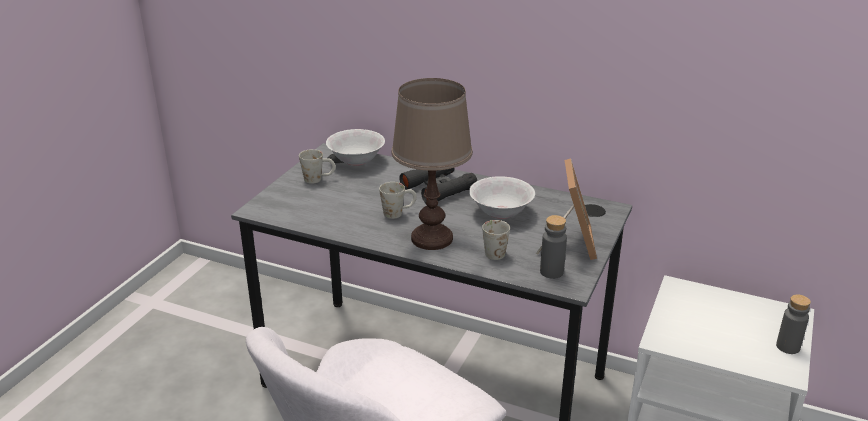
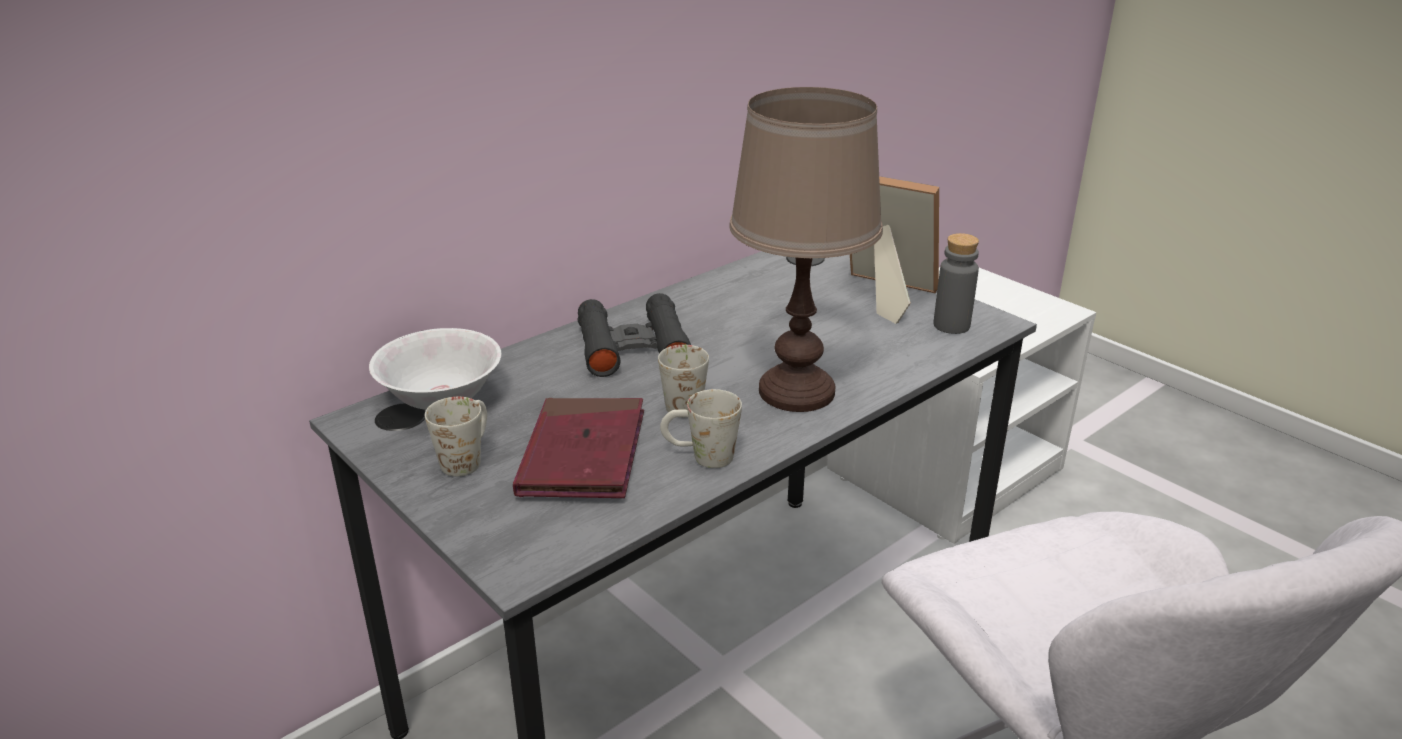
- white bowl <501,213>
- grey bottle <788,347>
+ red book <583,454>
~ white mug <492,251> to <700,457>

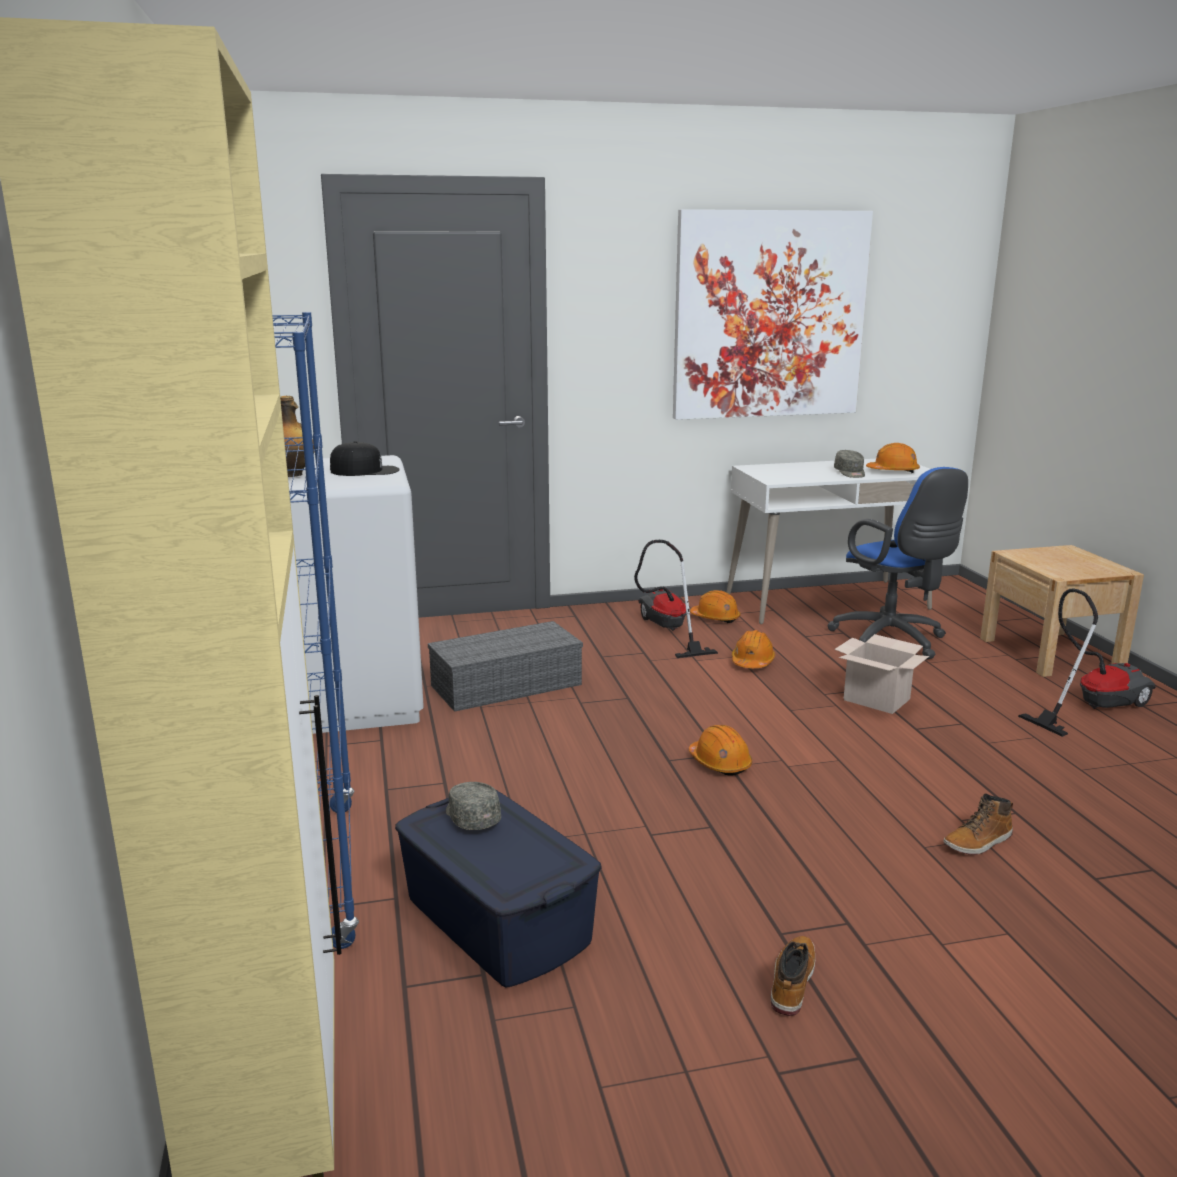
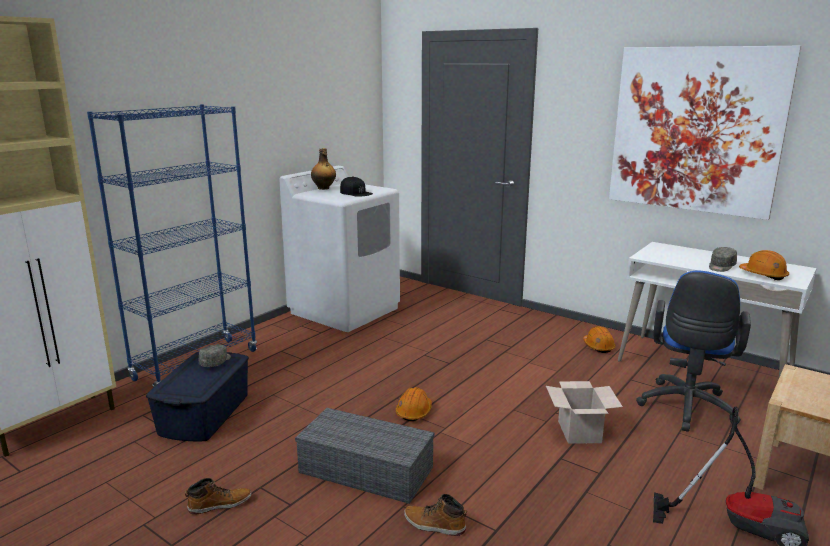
- vacuum cleaner <667,630>
- orange hard hat <752,662>
~ grey storage box <507,684> to <368,469>

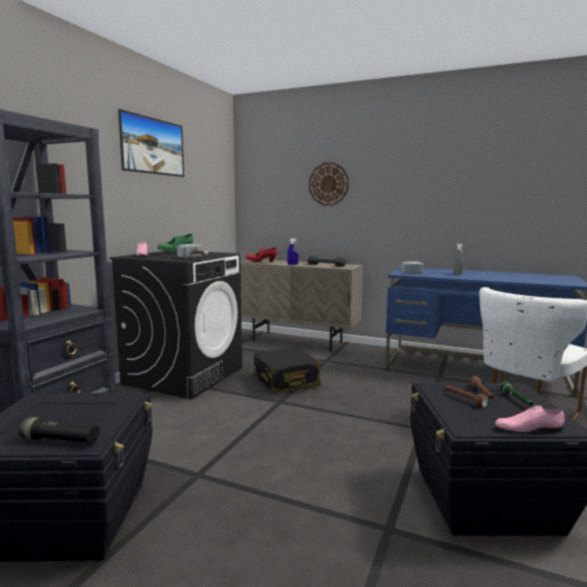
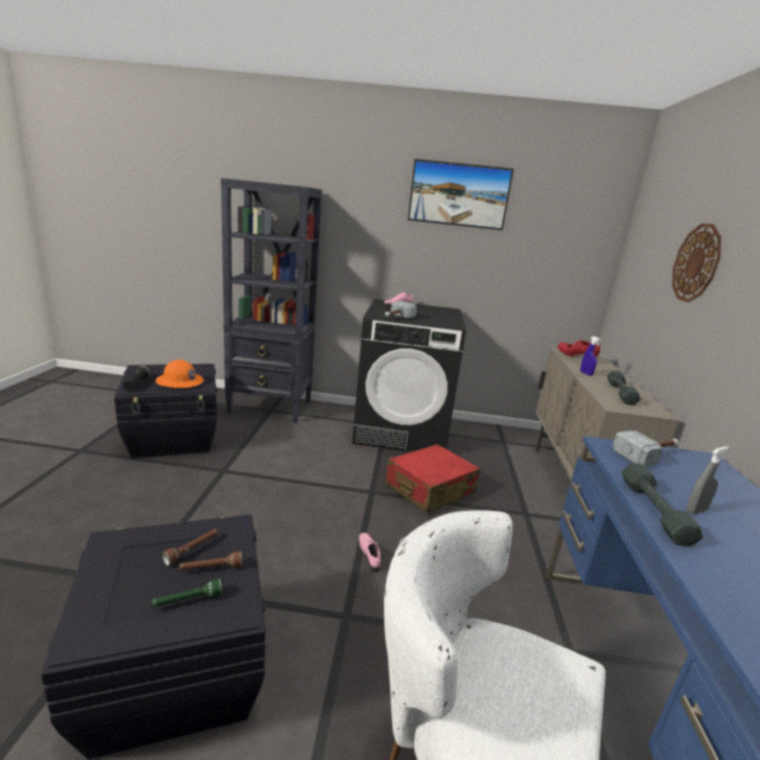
- green shoe <175,252>
+ orange hard hat <180,382>
+ grey dumbbell <654,510>
~ pink shoe <527,428> to <370,553>
~ black suitcase <285,381> to red suitcase <429,489>

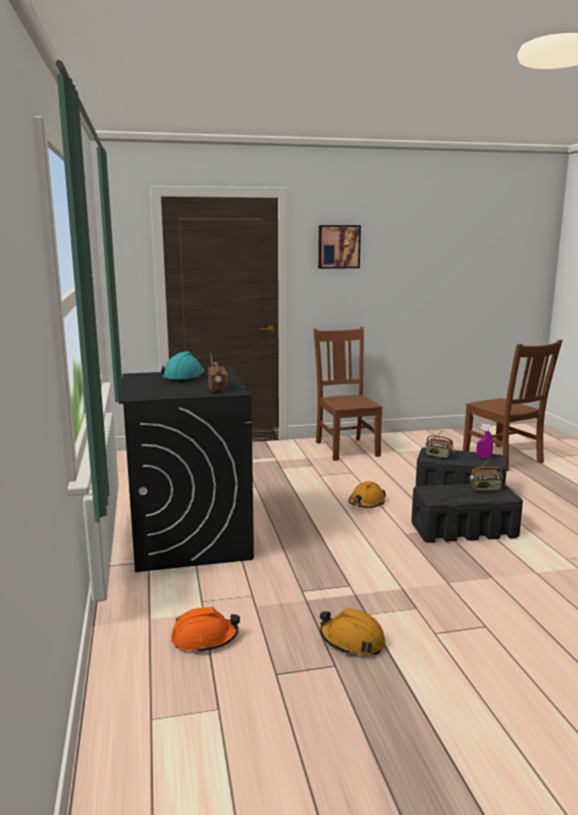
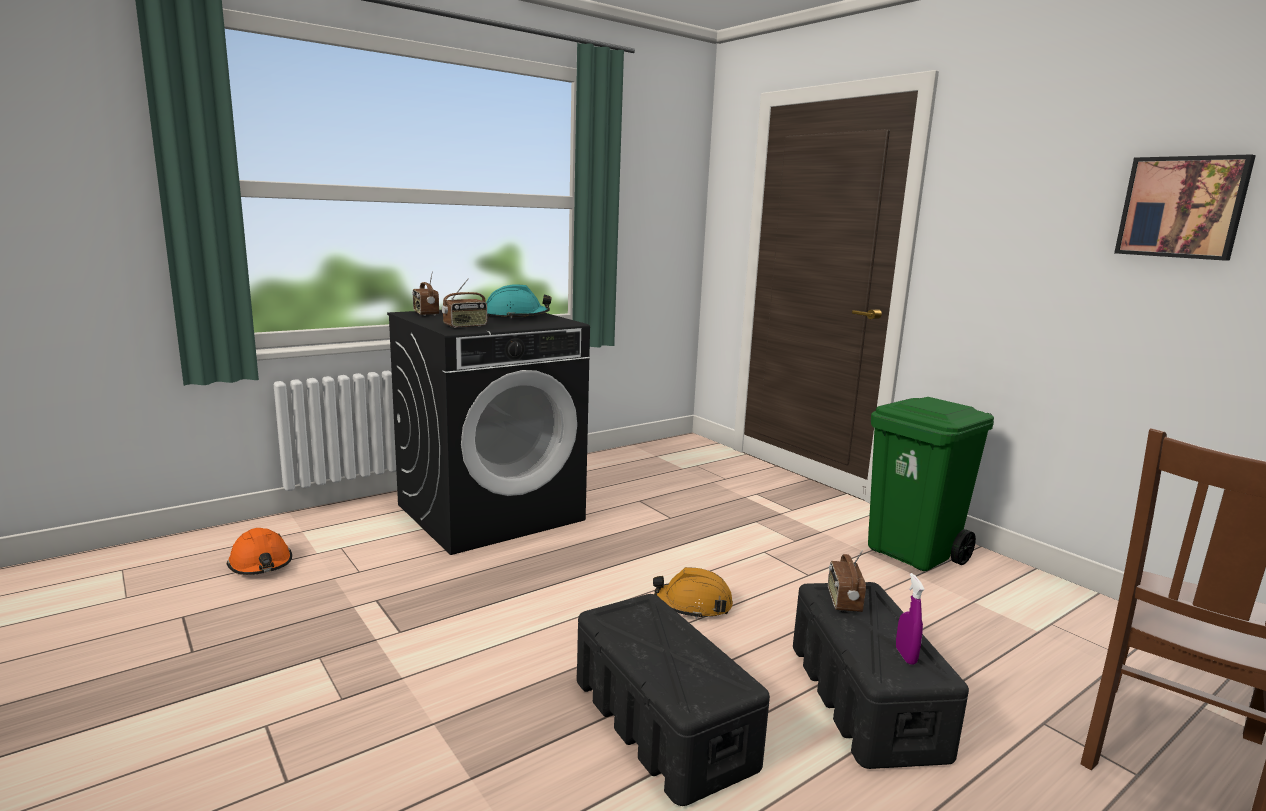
- orange hard hat <352,641>
~ picture <338,246> to <1182,207>
~ radio <485,489> to <425,313>
~ brown chair <346,448> to green trash can <913,553>

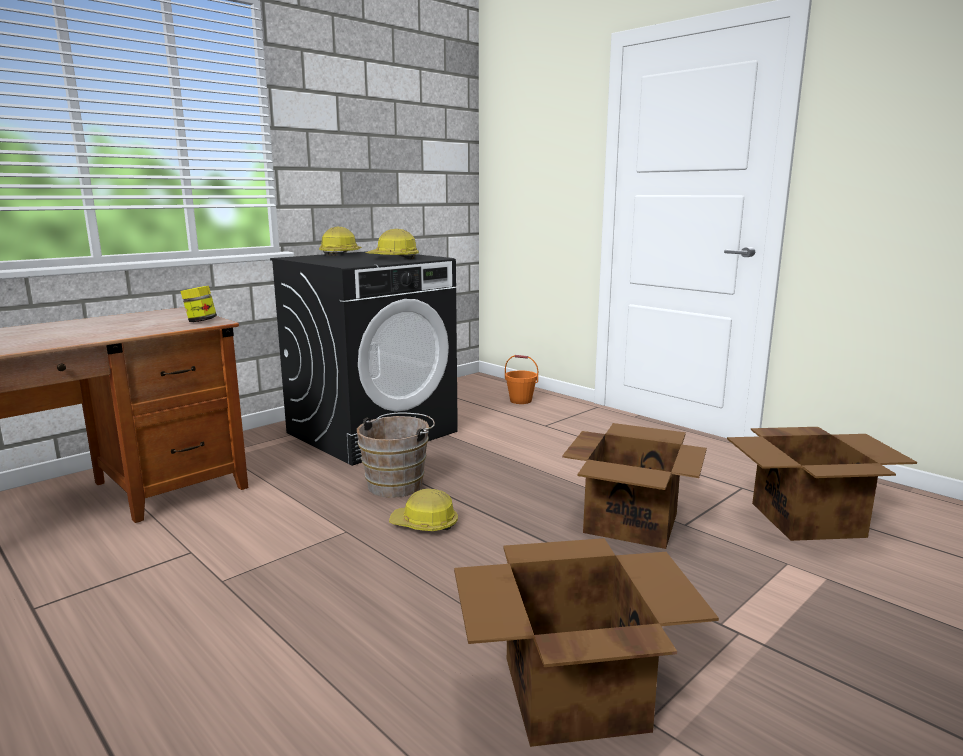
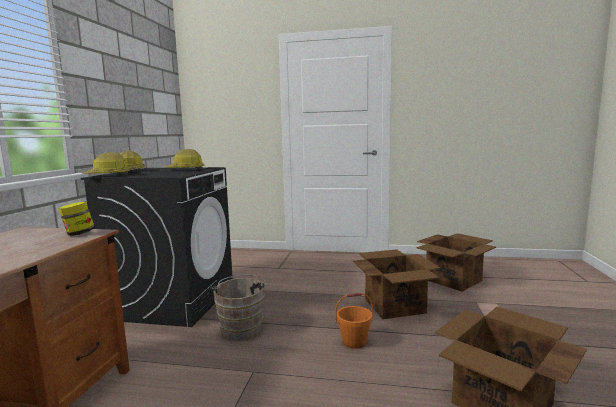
~ hard hat <424,524> to <108,176>
~ orange bucket <521,400> to <354,341>

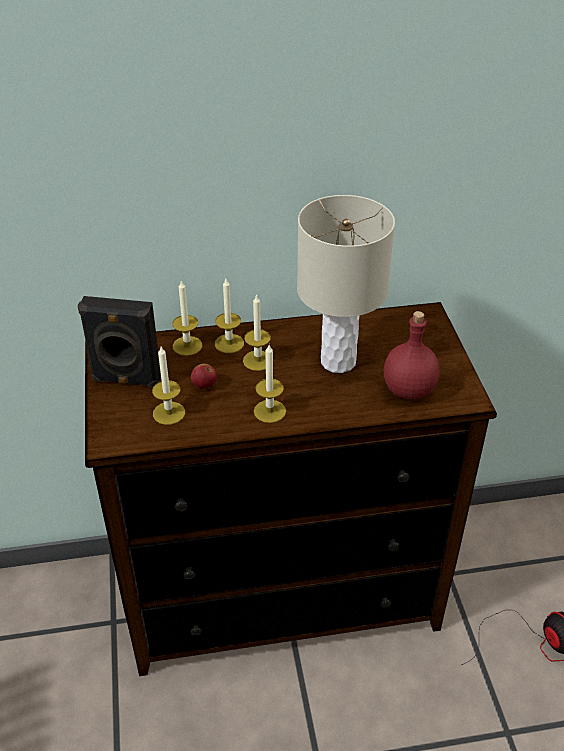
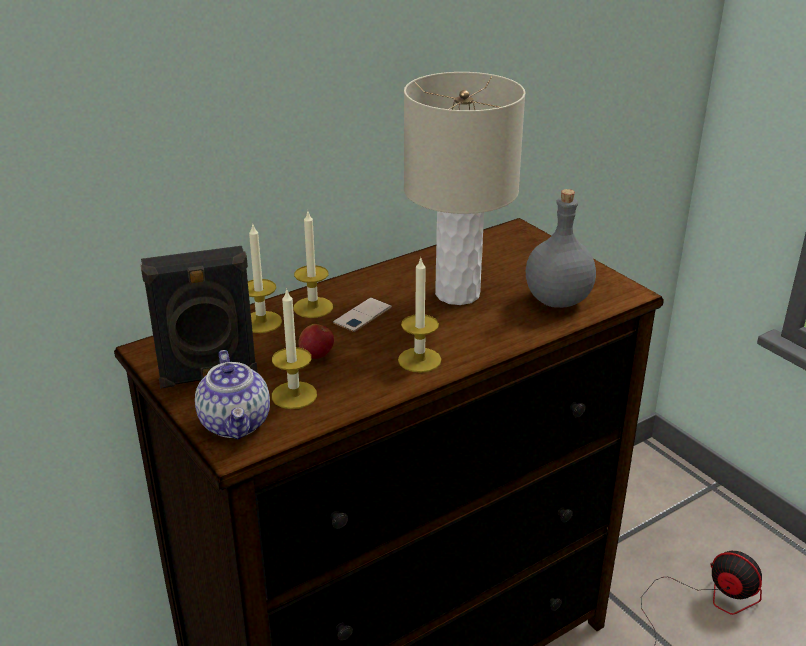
+ teapot <236,423>
~ candle <258,360> to phone <362,315>
~ red bottle <409,389> to grey bottle <557,299>

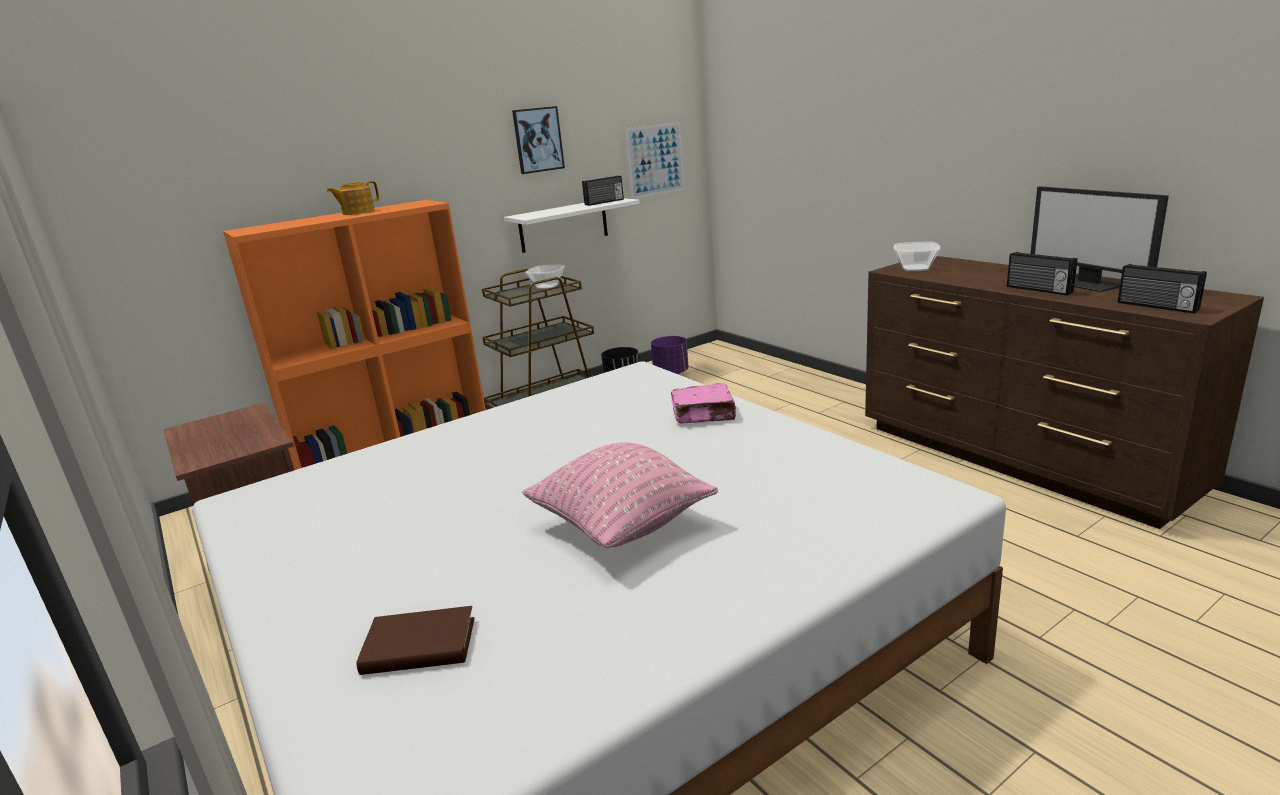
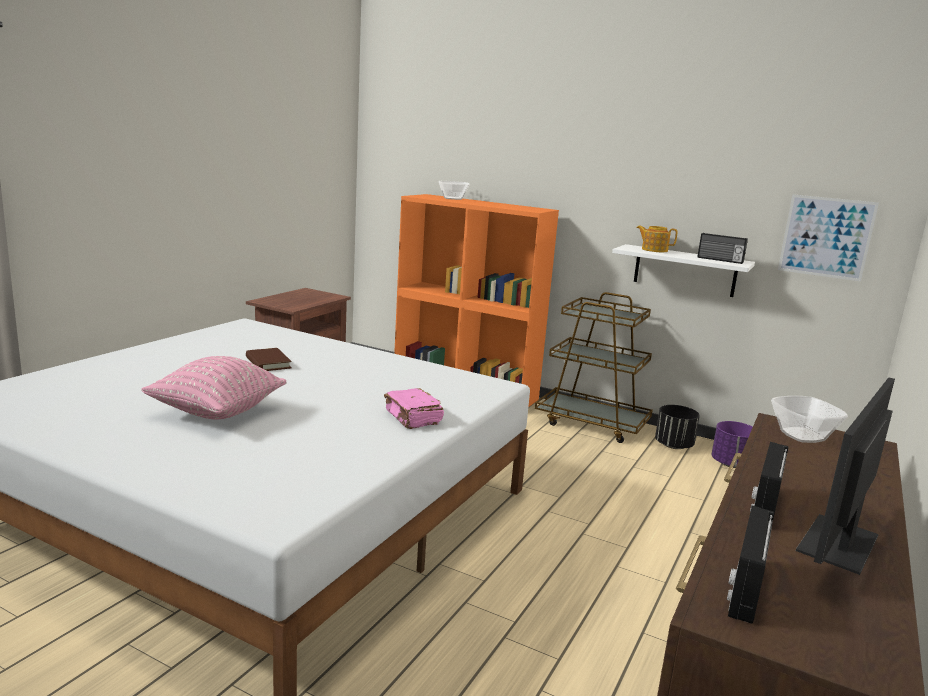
- picture <538,140>
~ teapot <357,212> to <654,250>
~ brown book <419,646> to <268,363>
~ bowl <547,286> to <453,198>

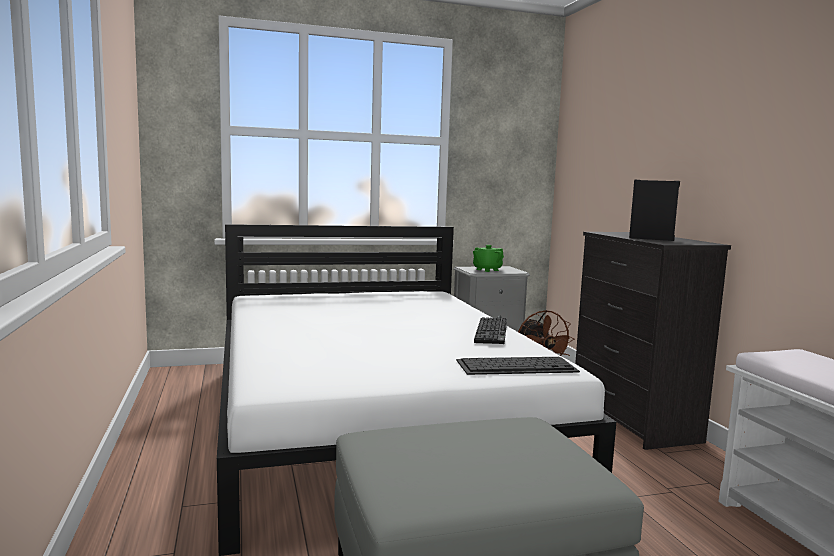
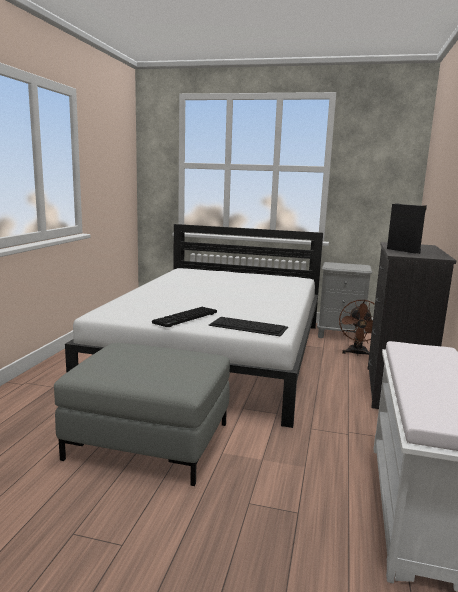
- green teapot <487,270>
~ keyboard <493,332> to <186,318>

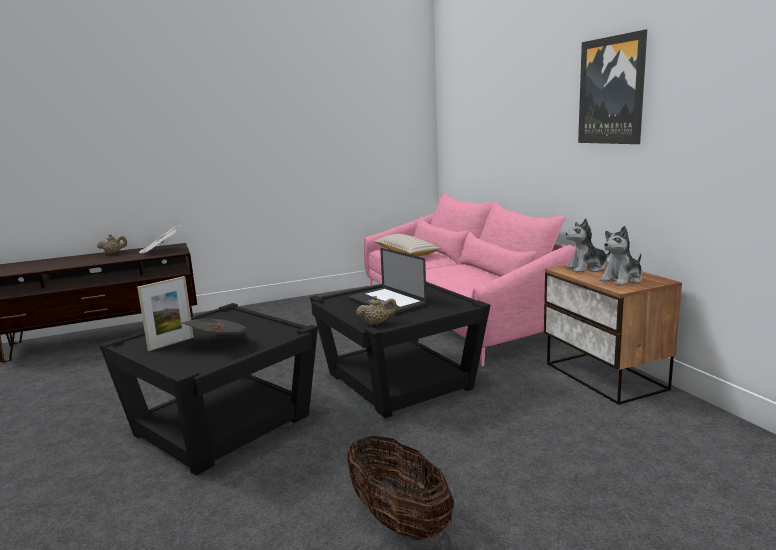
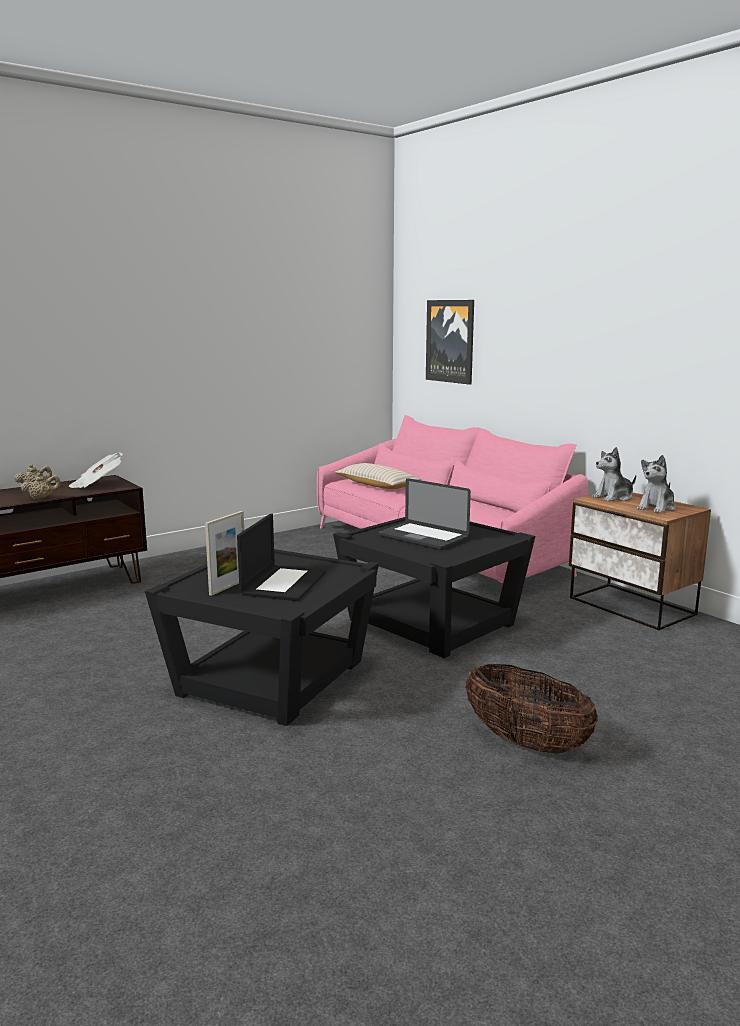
~ beige teapot <377,323> to <42,498>
~ picture <612,91> to <450,341>
~ newspaper <219,342> to laptop <283,583>

